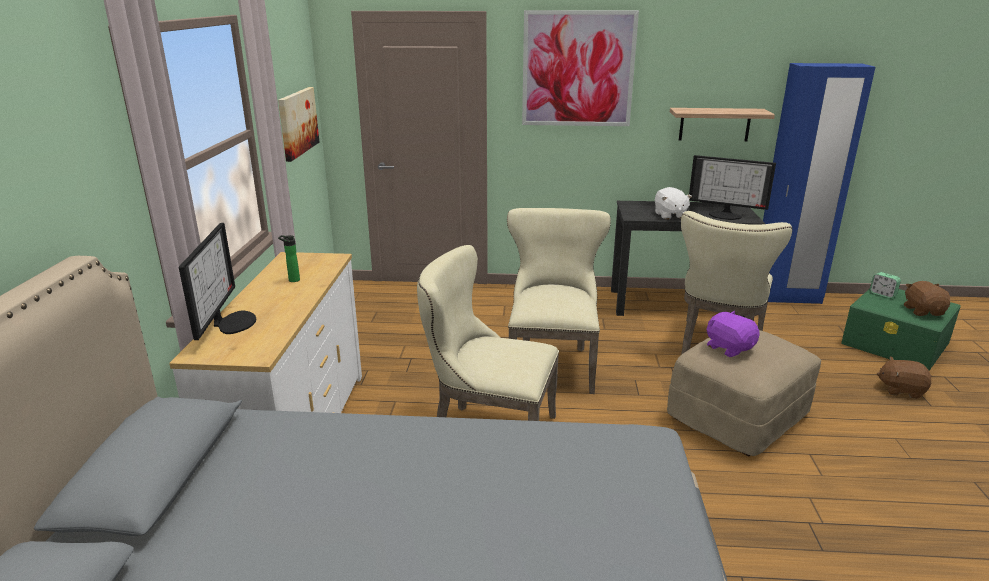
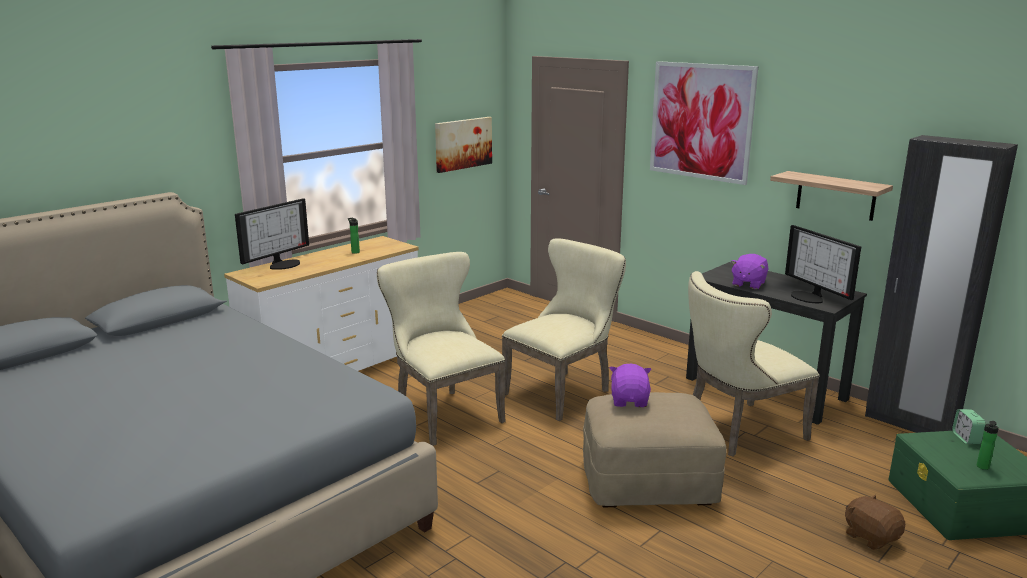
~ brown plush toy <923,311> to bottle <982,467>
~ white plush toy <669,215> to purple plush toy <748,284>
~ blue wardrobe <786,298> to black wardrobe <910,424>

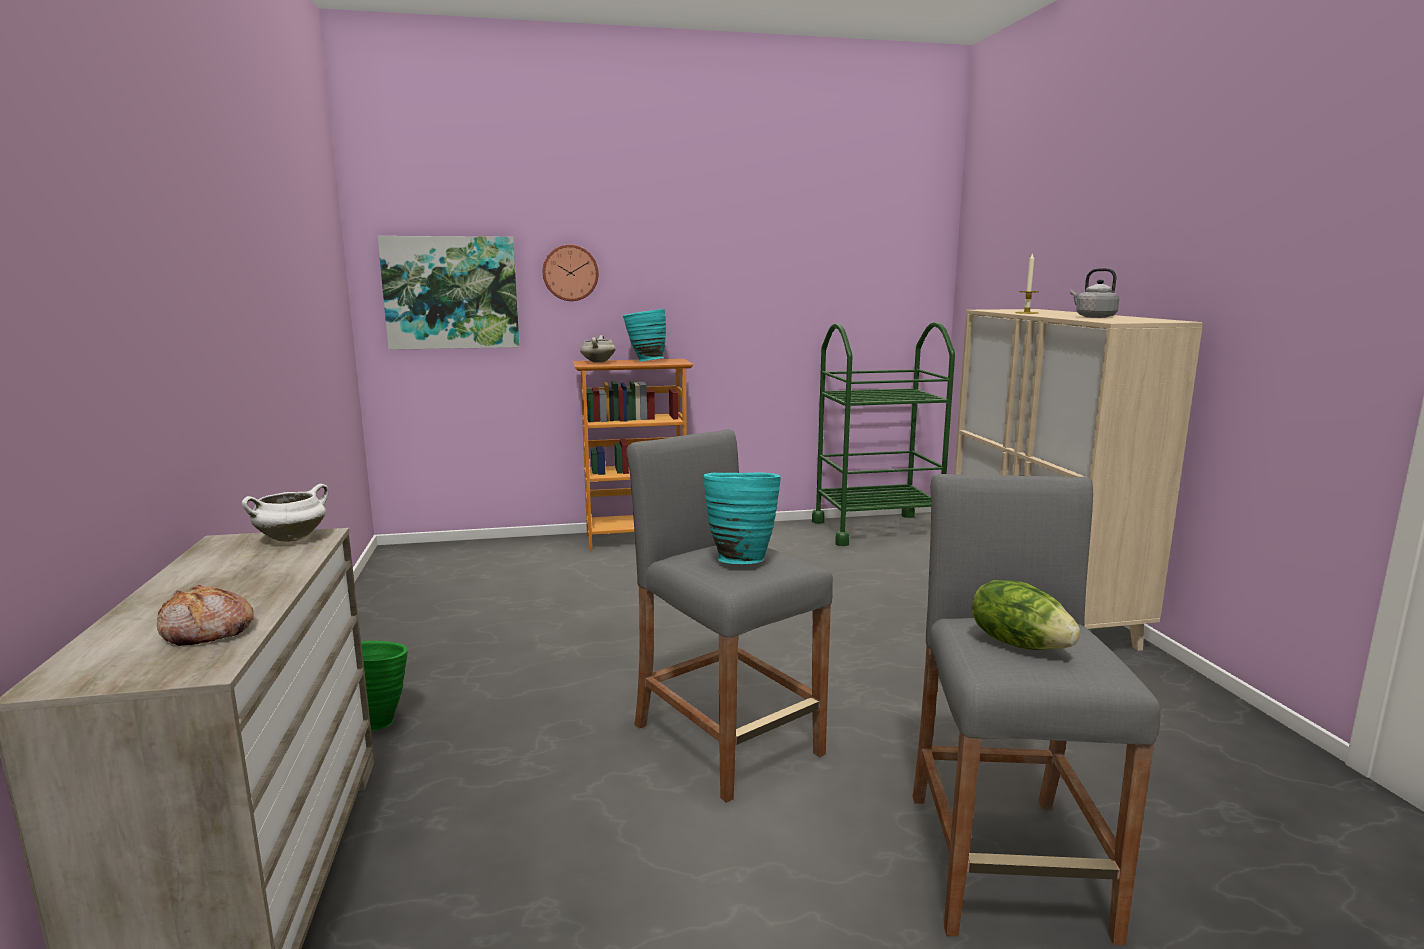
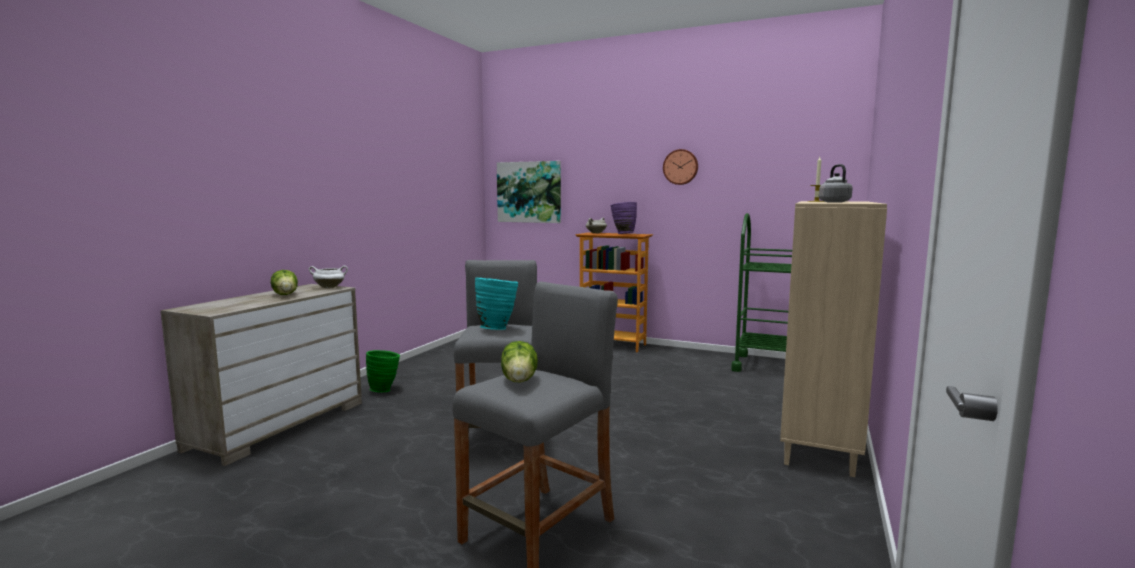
- bread <207,631>
+ lettuce <286,294>
~ wall clock <570,273> to <680,167>
~ turquoise vase <645,361> to purple vase <623,234>

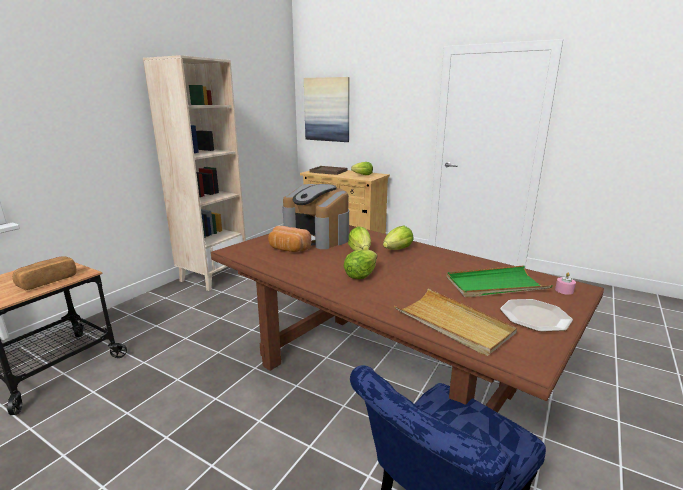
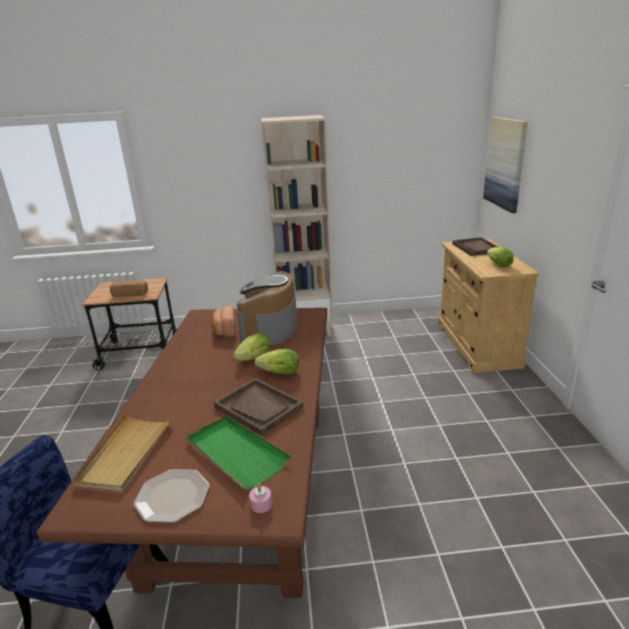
- lettuce <360,275>
+ brown tray <259,407>

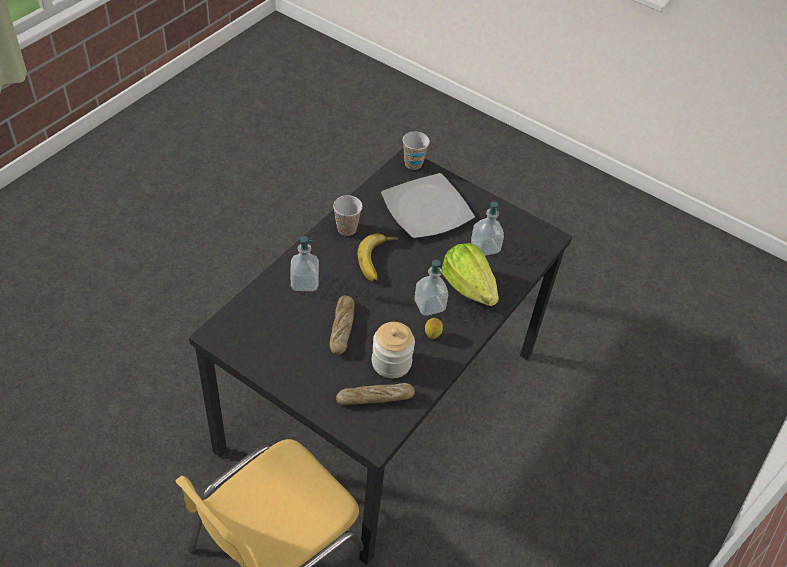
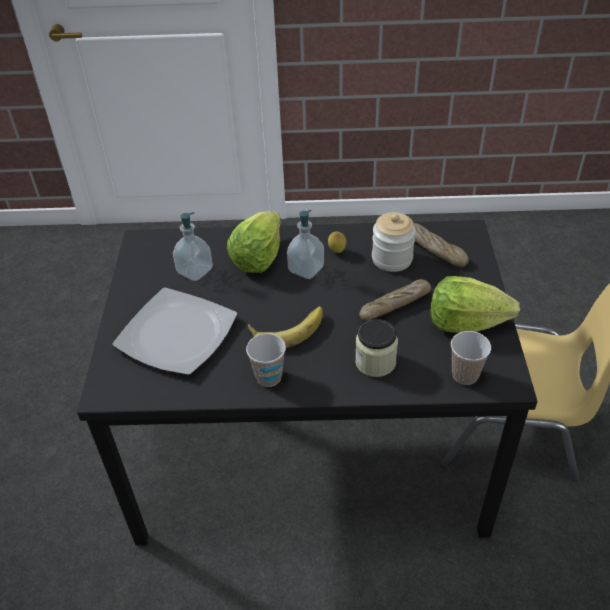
+ lettuce <466,322>
~ cup <413,163> to <465,375>
~ soap dispenser <304,282> to jar <375,362>

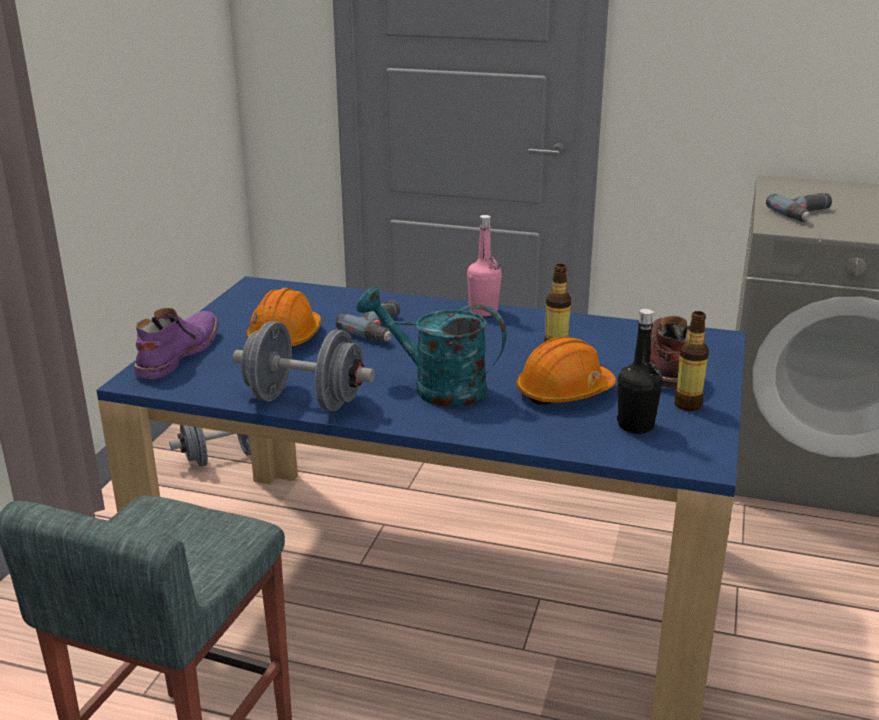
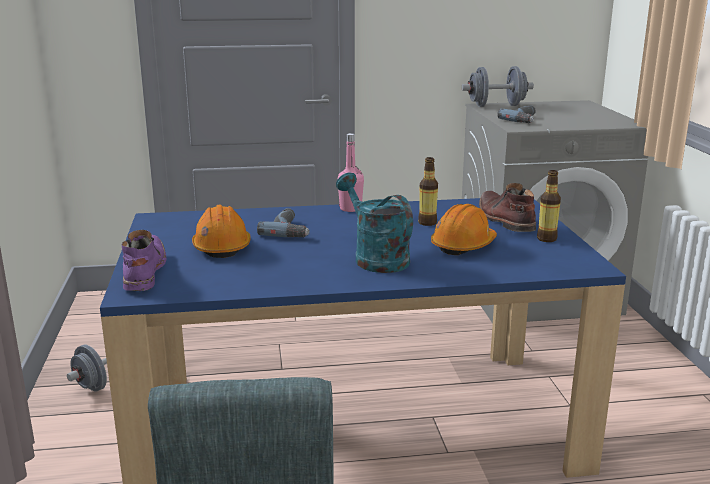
- black bottle <635,426>
~ grey dumbbell <305,401> to <496,106>
~ turquoise watering can <437,388> = <375,258> 60 degrees clockwise

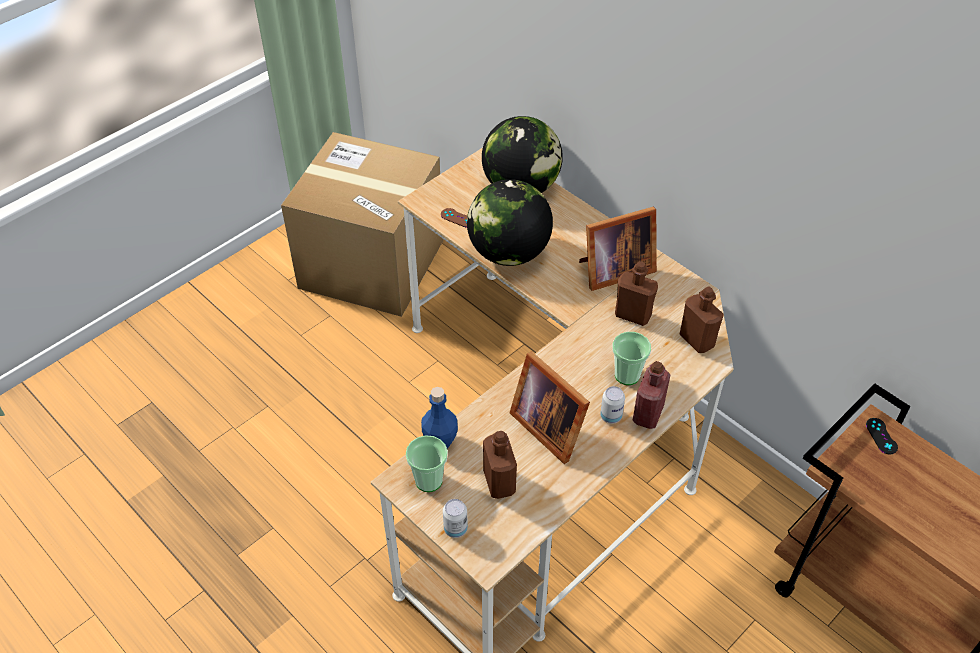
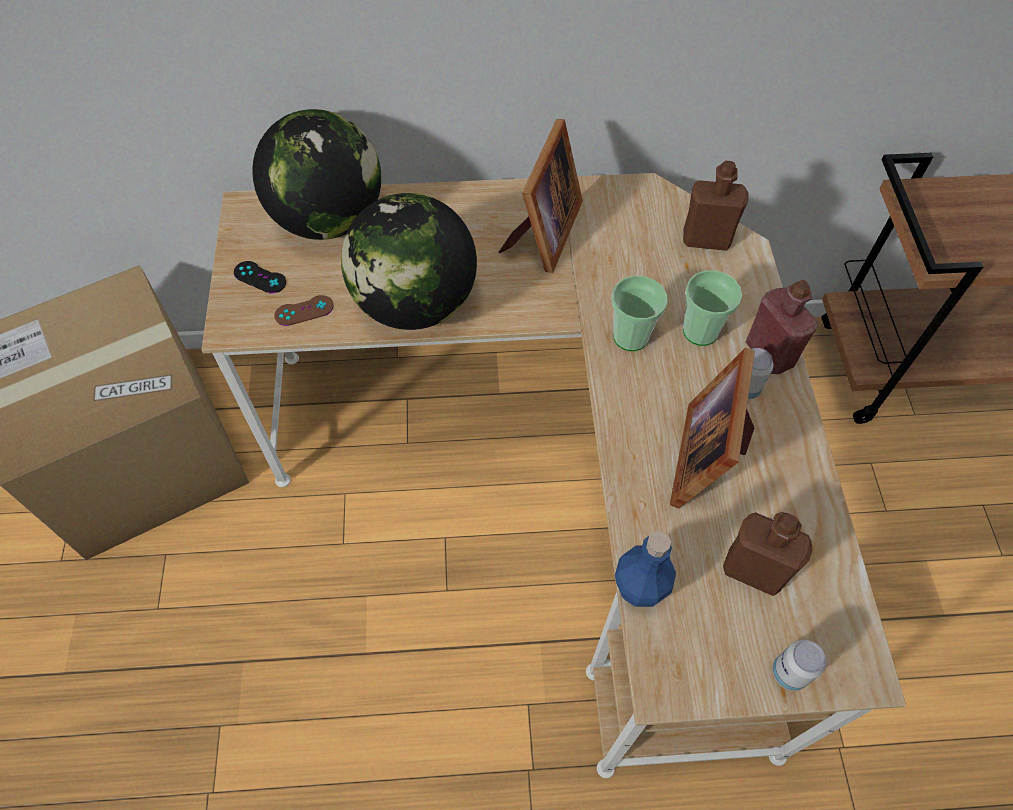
- brown bottle <633,315>
~ cup <428,480> to <630,337>
~ black game controller <881,436> to <260,277>
~ picture frame <549,425> = <709,456> 105 degrees clockwise

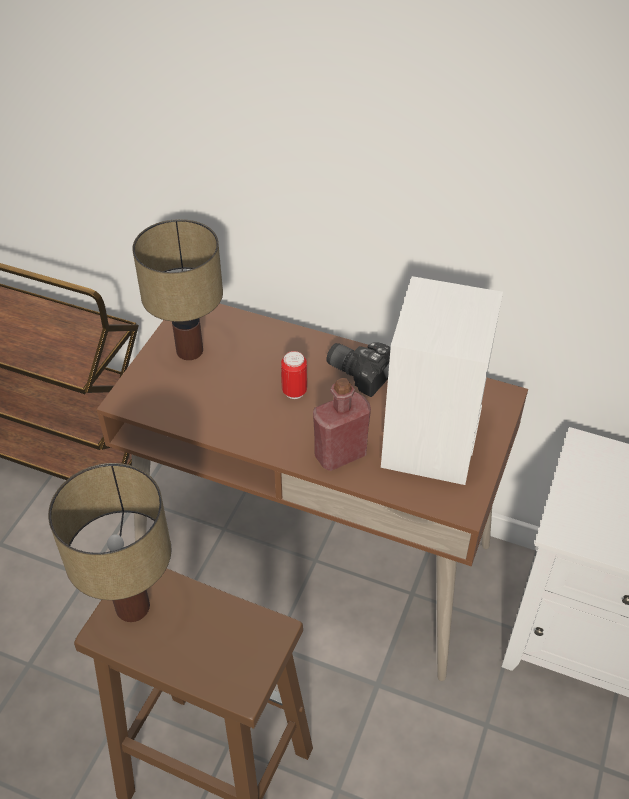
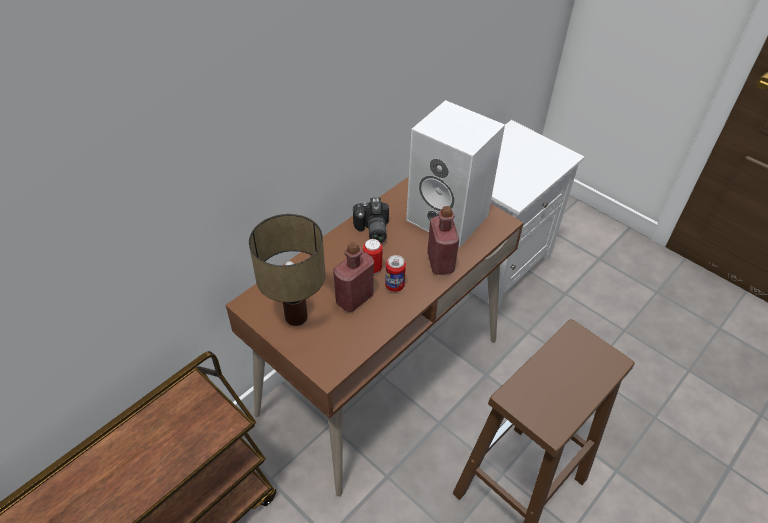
- table lamp <134,607>
+ red bottle <354,298>
+ can <394,285>
~ photo camera <360,371> = <371,230> 60 degrees counterclockwise

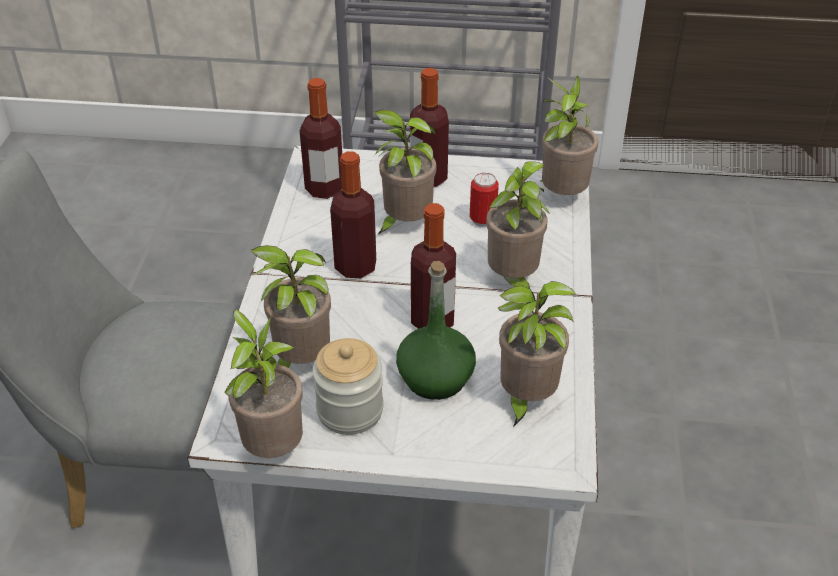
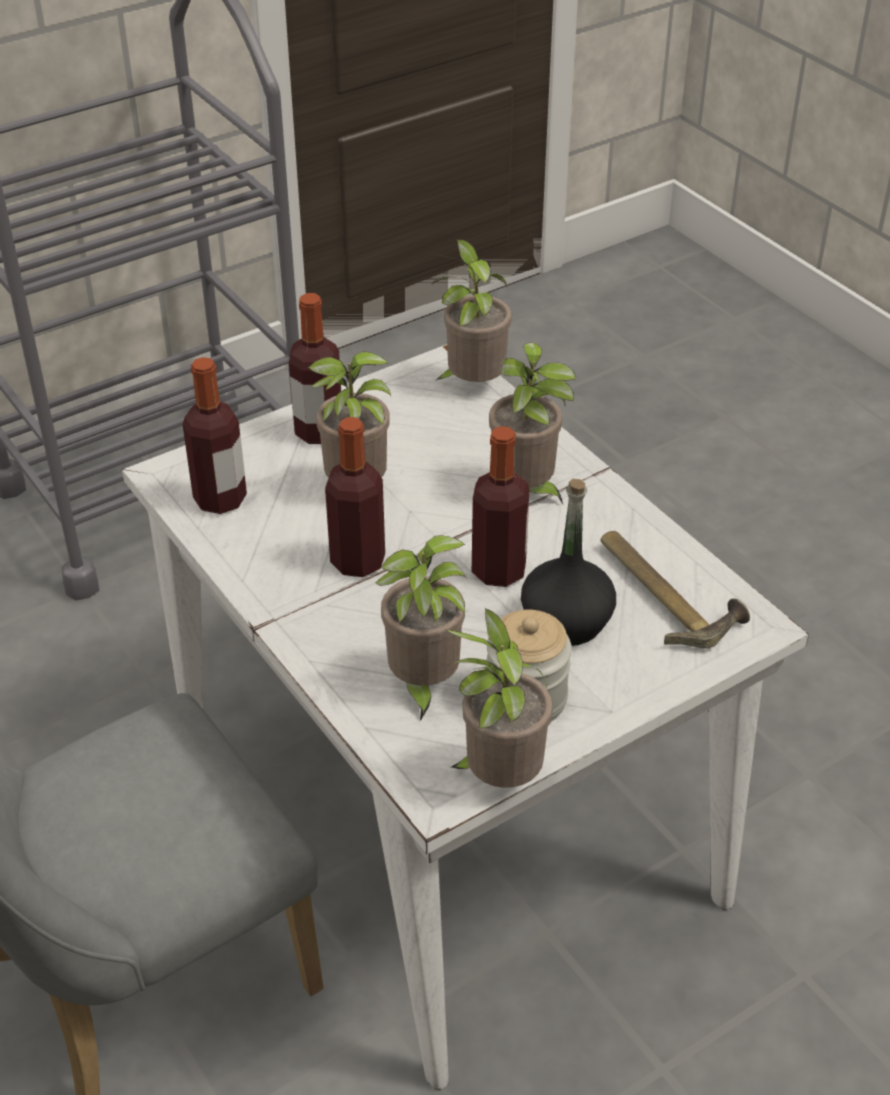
- can <482,220>
~ potted plant <525,400> to hammer <664,593>
~ green bottle <436,378> to black bottle <567,621>

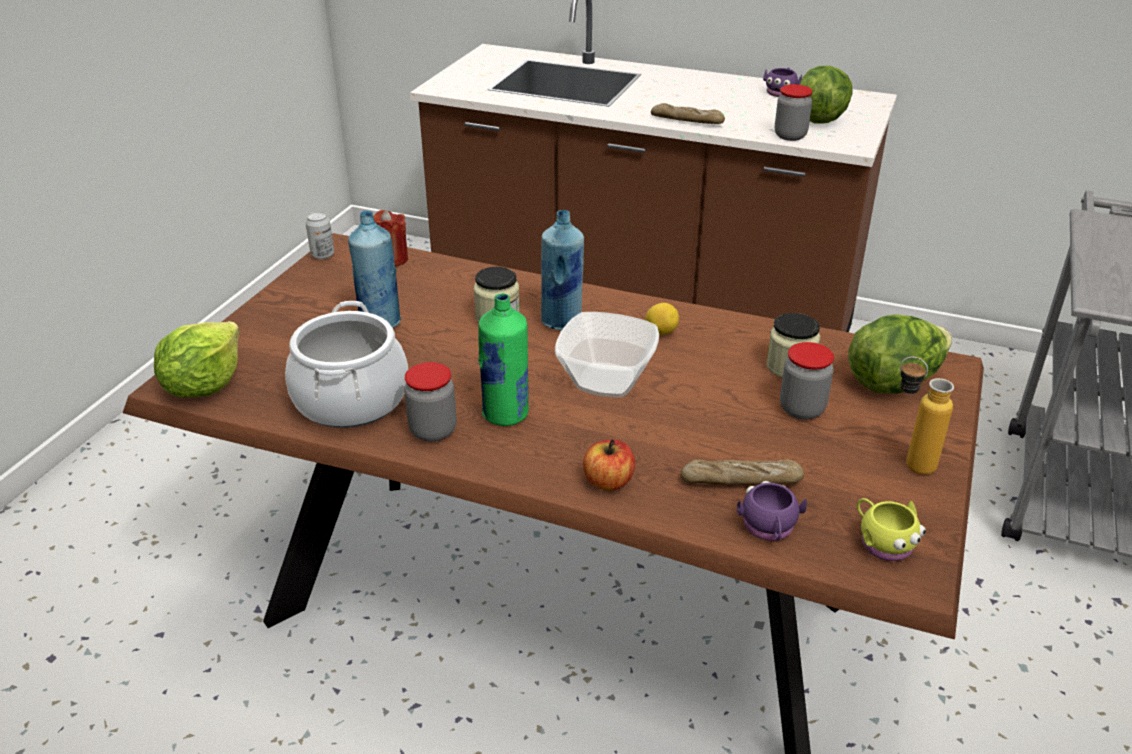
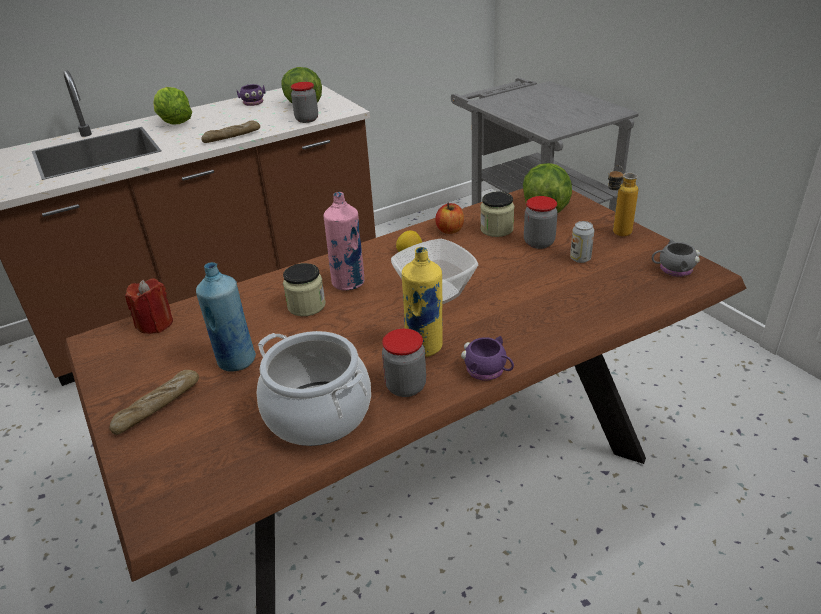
~ lettuce <204,385> to <174,123>
~ can <322,255> to <580,258>
~ apple <608,482> to <450,230>
~ bread <741,481> to <158,407>
~ purple mug <769,529> to <488,371>
~ green bottle <506,414> to yellow bottle <424,347>
~ blue bottle <562,322> to pink bottle <348,283>
~ yellow mug <882,542> to grey mug <672,269>

